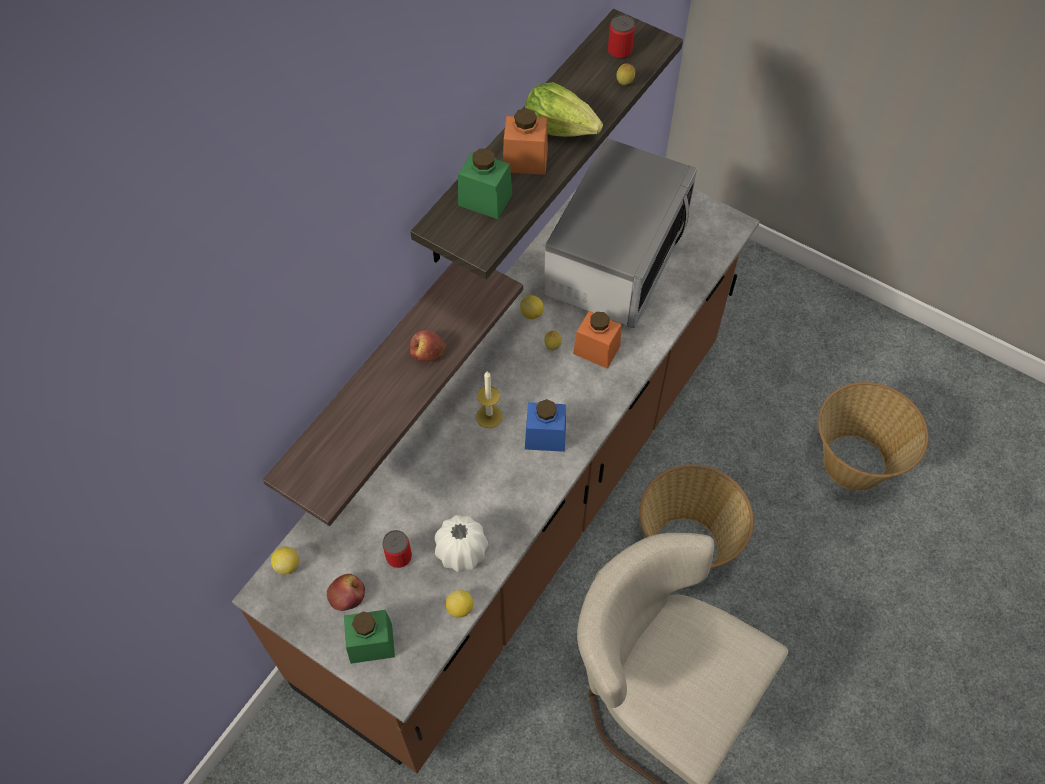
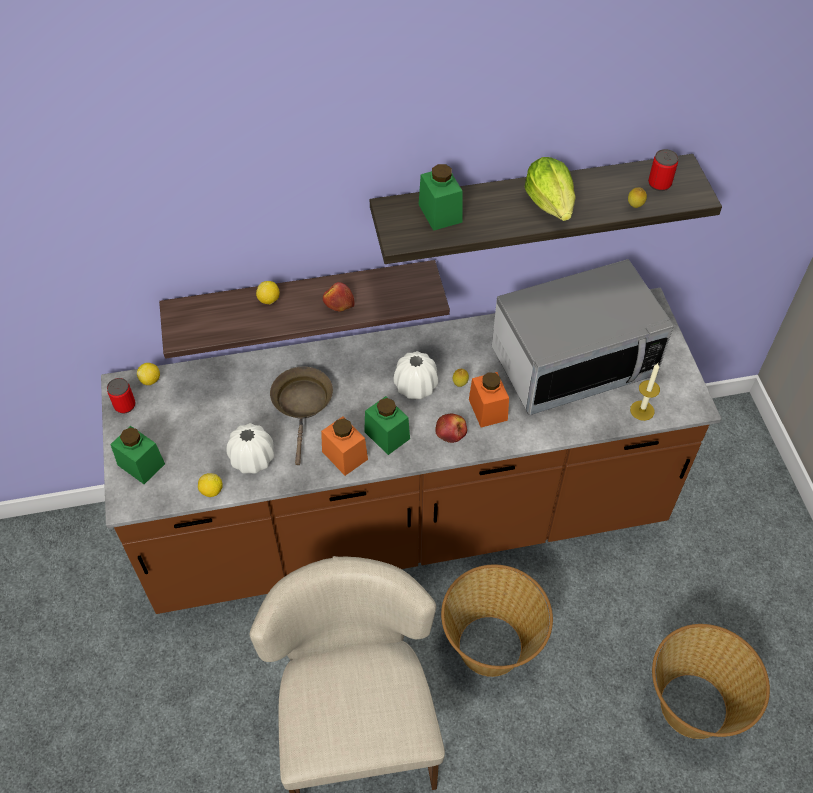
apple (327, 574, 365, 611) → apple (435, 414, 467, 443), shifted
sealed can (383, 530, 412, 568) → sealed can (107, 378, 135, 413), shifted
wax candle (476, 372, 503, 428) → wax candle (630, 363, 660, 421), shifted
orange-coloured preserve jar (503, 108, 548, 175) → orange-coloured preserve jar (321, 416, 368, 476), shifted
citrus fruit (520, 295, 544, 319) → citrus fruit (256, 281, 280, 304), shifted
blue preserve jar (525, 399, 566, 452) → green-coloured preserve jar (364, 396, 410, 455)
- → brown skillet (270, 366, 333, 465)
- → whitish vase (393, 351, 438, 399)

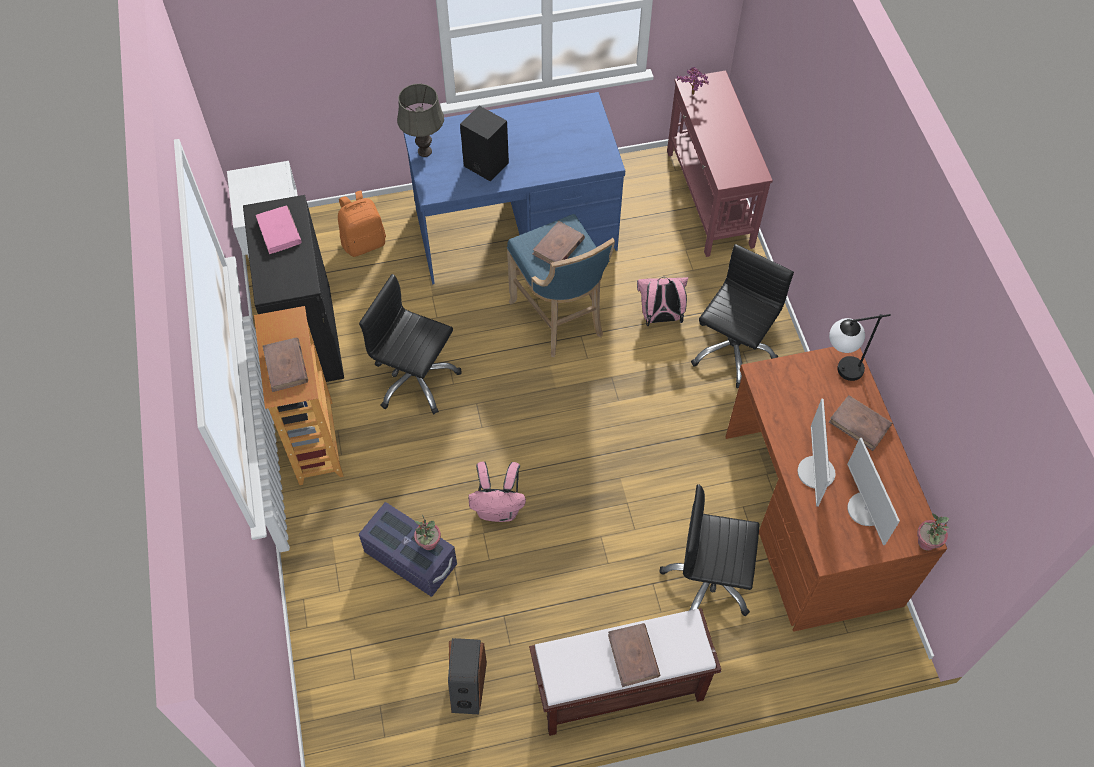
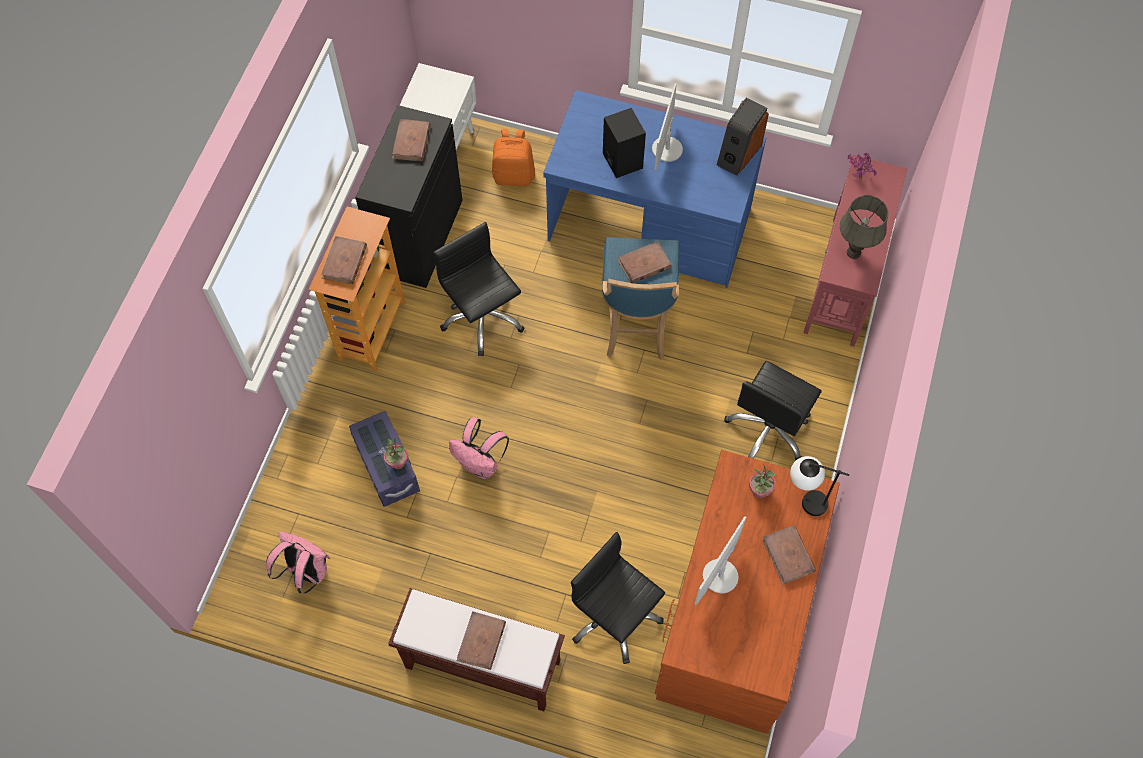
pinkish book (256, 206, 302, 254) → brown book (392, 119, 431, 161)
grey tabletop lamp (397, 84, 444, 157) → grey tabletop lamp (839, 195, 888, 259), shifted
speaker (448, 638, 487, 714) → speaker (717, 97, 769, 176), shifted
pinkish rucksack (637, 277, 688, 326) → pinkish rucksack (266, 532, 330, 594), shifted
black-coloured desk chair (691, 244, 794, 388) → black-coloured desk chair (724, 361, 822, 460), 150 degrees clockwise
computer screen (847, 438, 900, 545) → computer screen (652, 83, 683, 171), shifted
plant in a pot (917, 513, 949, 551) → plant in a pot (749, 464, 776, 498), shifted

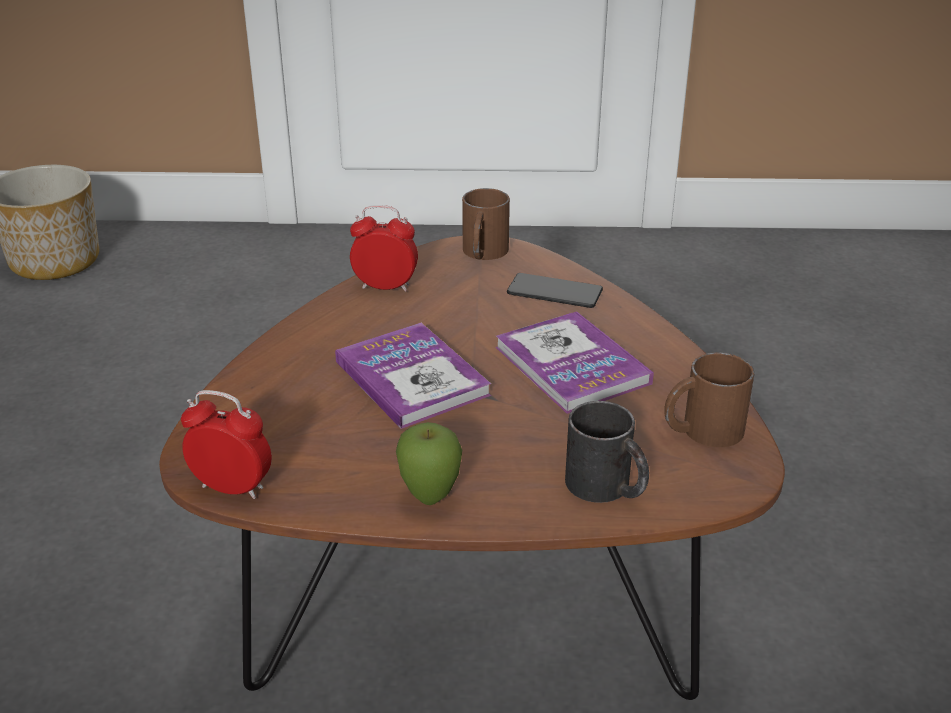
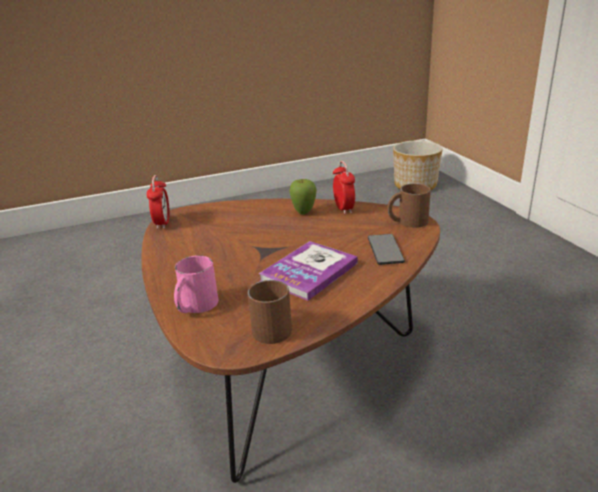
book (335, 323, 491, 429) → -
apple (396, 422, 462, 505) → apple (289, 179, 317, 214), shifted
black-coloured tea mug (565, 401, 649, 503) → pinkish tea mug (174, 255, 218, 313)

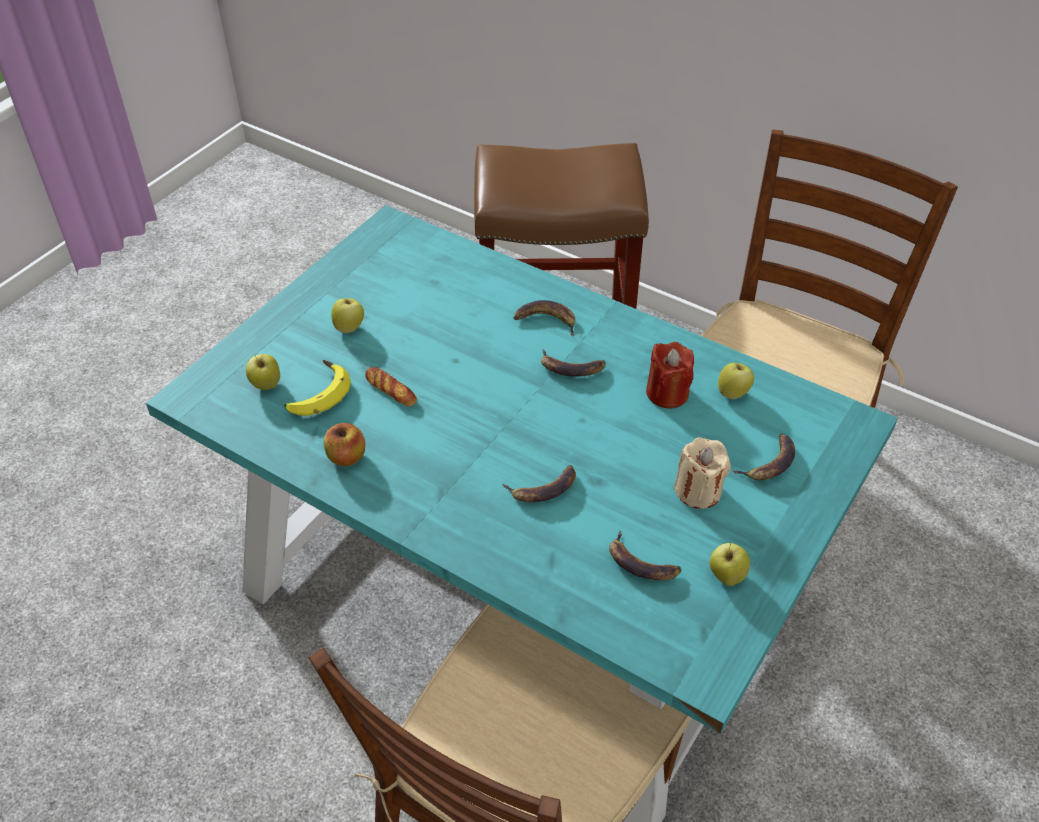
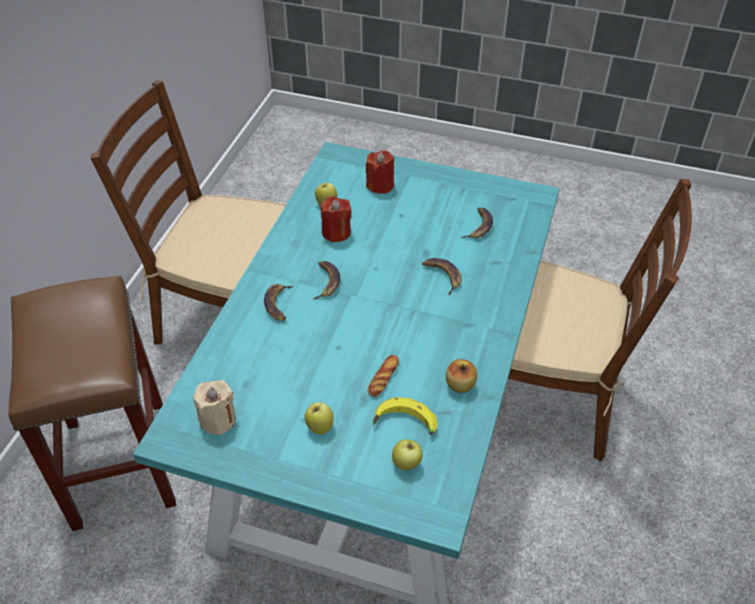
beige-coloured wax candle (674, 437, 731, 509) → beige-coloured wax candle (193, 380, 236, 435), shifted
apple (710, 543, 750, 586) → -
banana (733, 434, 795, 480) → reddish wax candle (366, 150, 394, 194)

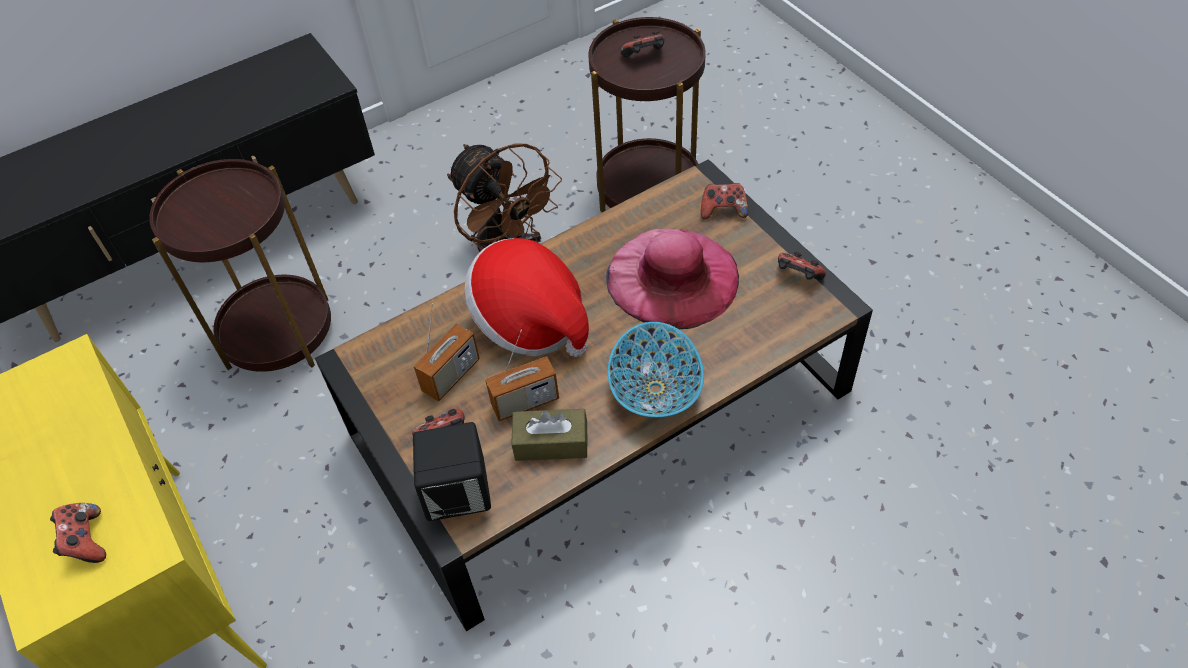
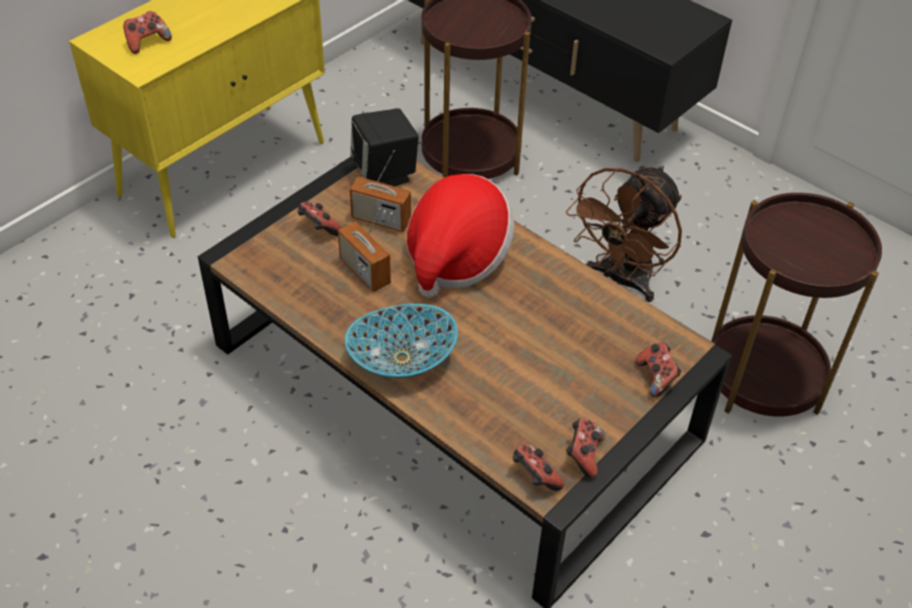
black-coloured speaker (413, 422, 491, 521) → black-coloured speaker (350, 108, 419, 186), shifted
brown tissue box (511, 409, 588, 461) → -
pinkish wearable hat (606, 228, 739, 330) → -
joypad (620, 31, 665, 57) → joypad (513, 444, 564, 491), shifted

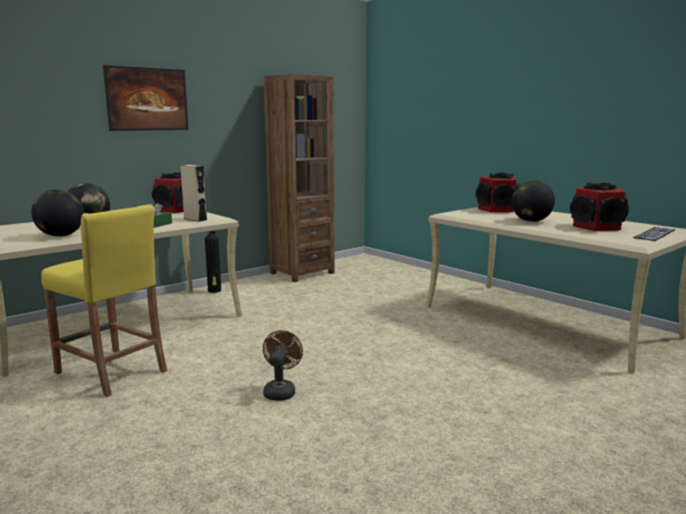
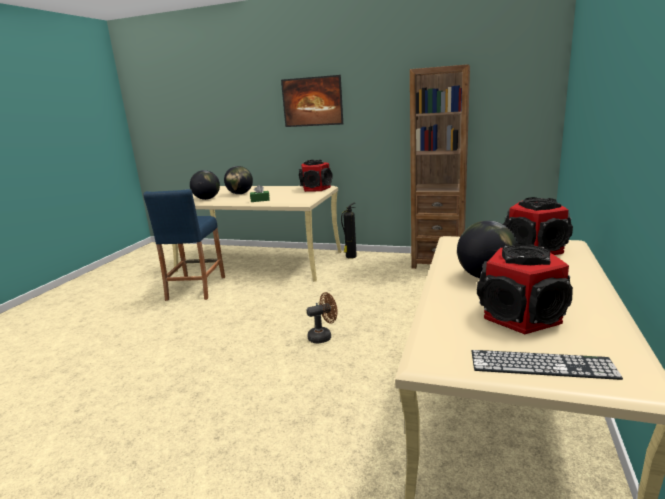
yellow stool (41, 204, 167, 397) → blue stool (143, 189, 225, 301)
beige-coloured speaker (180, 165, 207, 222) → -
brown electric fan (263, 330, 303, 401) → brown electric fan (307, 292, 338, 343), shifted

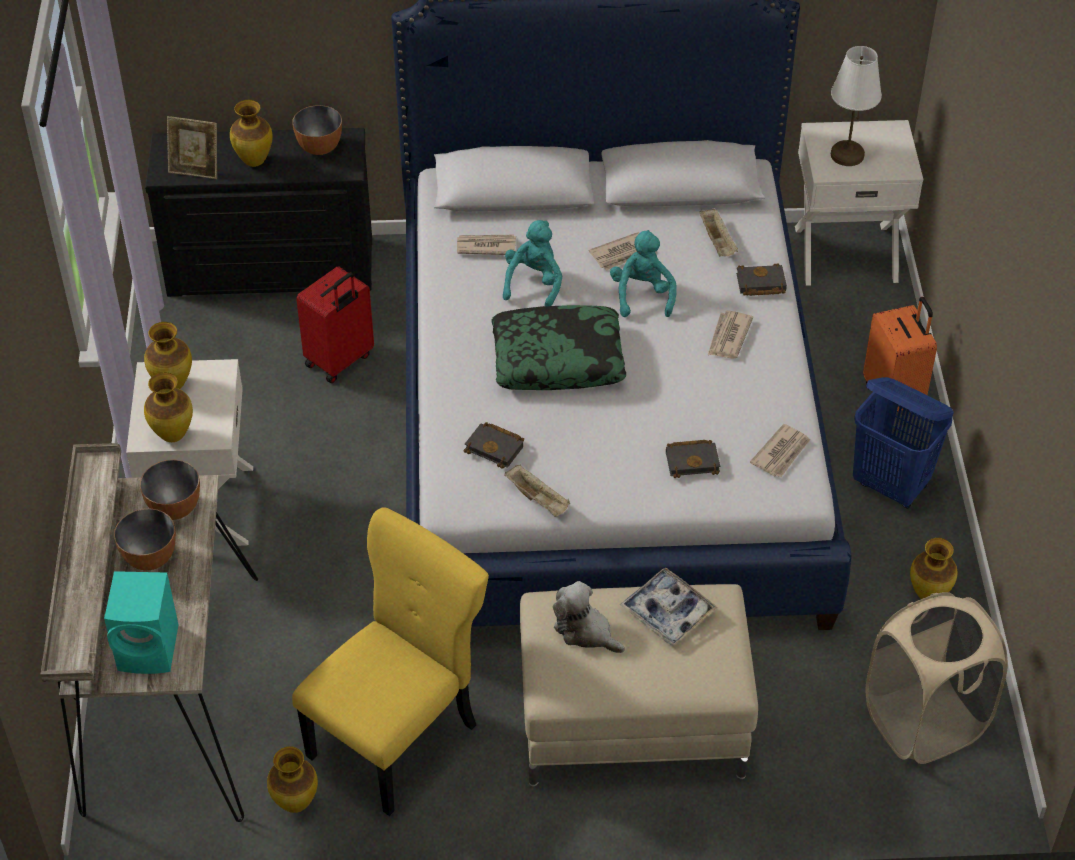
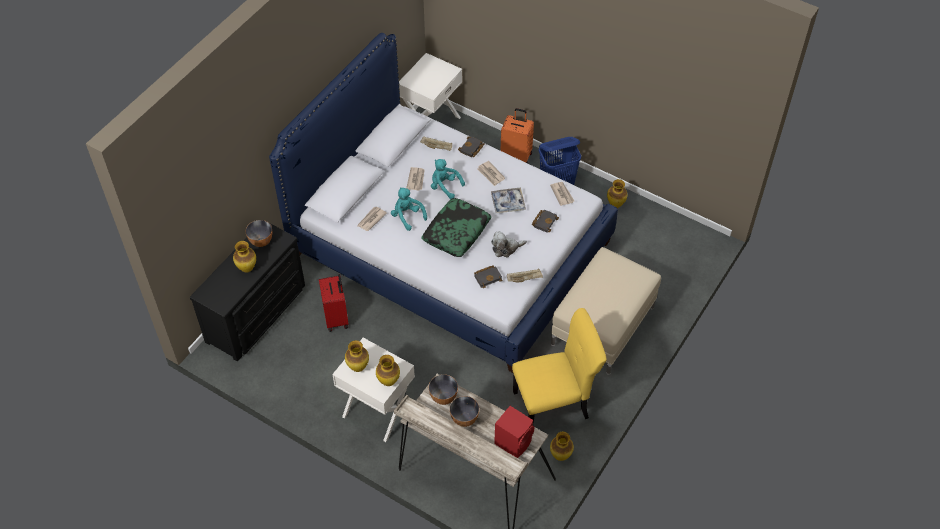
turquoise speaker (104, 571, 179, 674) → reddish speaker (494, 406, 534, 458)
standing frame (167, 116, 217, 179) → -
yellow upright chair (292, 507, 489, 816) → yellow upright chair (512, 308, 607, 424), 90 degrees clockwise
cuddly toy (553, 581, 625, 653) → cuddly toy (491, 231, 527, 257), shifted
serving tray (620, 567, 718, 645) → serving tray (491, 188, 526, 213), shifted
whitish tabletop lamp (831, 46, 882, 166) → -
beige-coloured hamper (865, 592, 1008, 764) → -

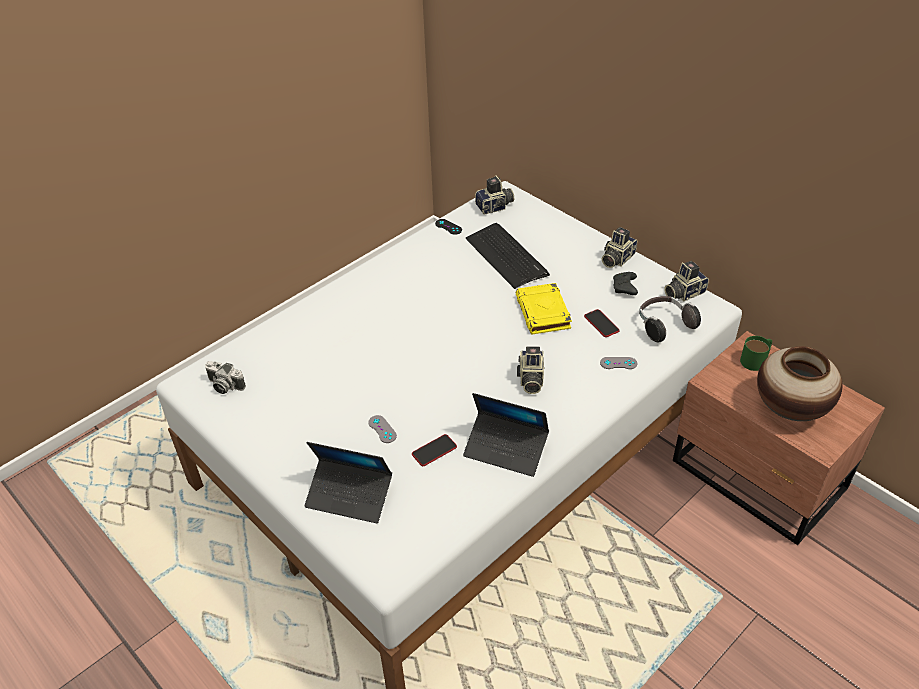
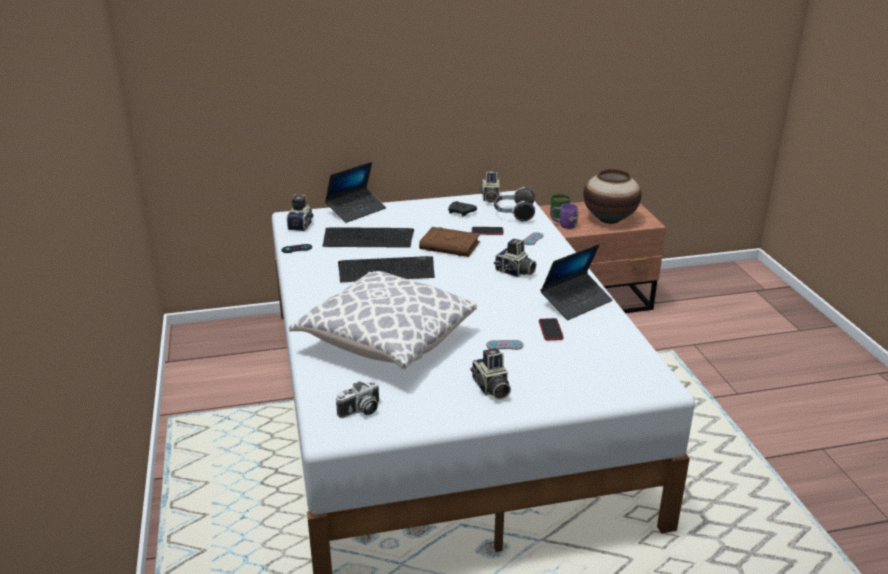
laptop (305, 442, 392, 523) → laptop (325, 162, 386, 223), shifted
yellow book (516, 283, 572, 334) → brown book (419, 227, 480, 257)
photo camera (602, 227, 637, 268) → photo camera (470, 348, 511, 400), shifted
- → pillow (289, 271, 477, 370)
- → PC keyboard (338, 256, 435, 282)
- → purple-coloured tea mug (551, 203, 579, 229)

